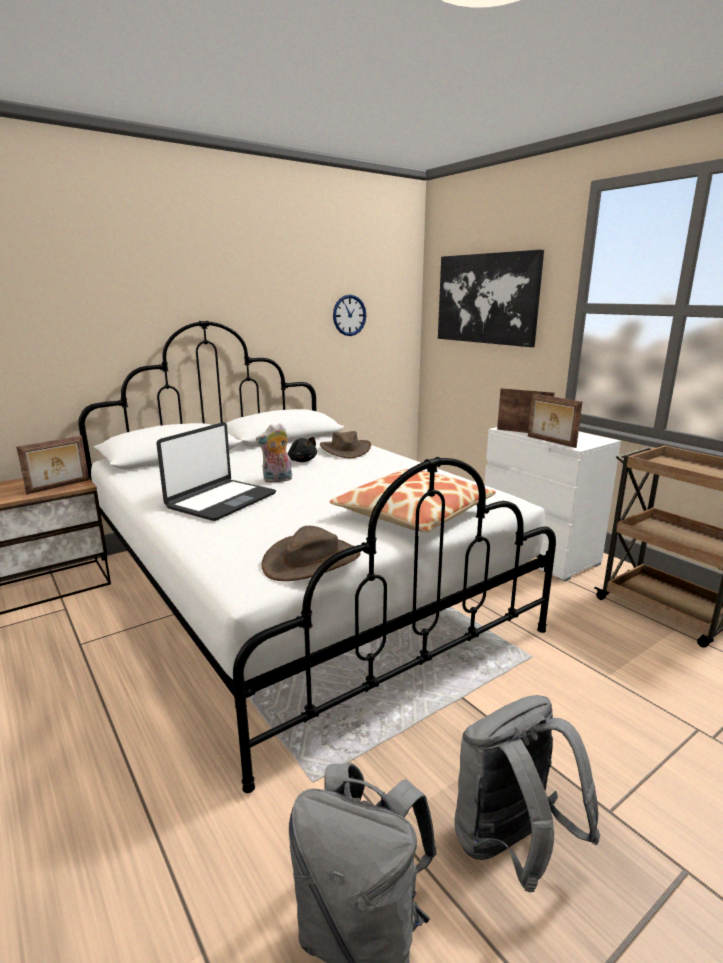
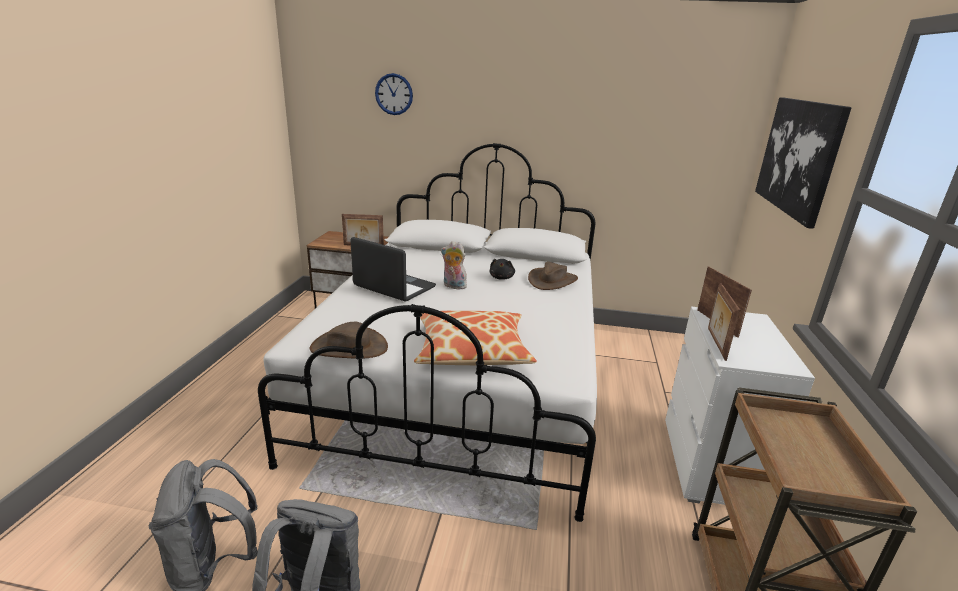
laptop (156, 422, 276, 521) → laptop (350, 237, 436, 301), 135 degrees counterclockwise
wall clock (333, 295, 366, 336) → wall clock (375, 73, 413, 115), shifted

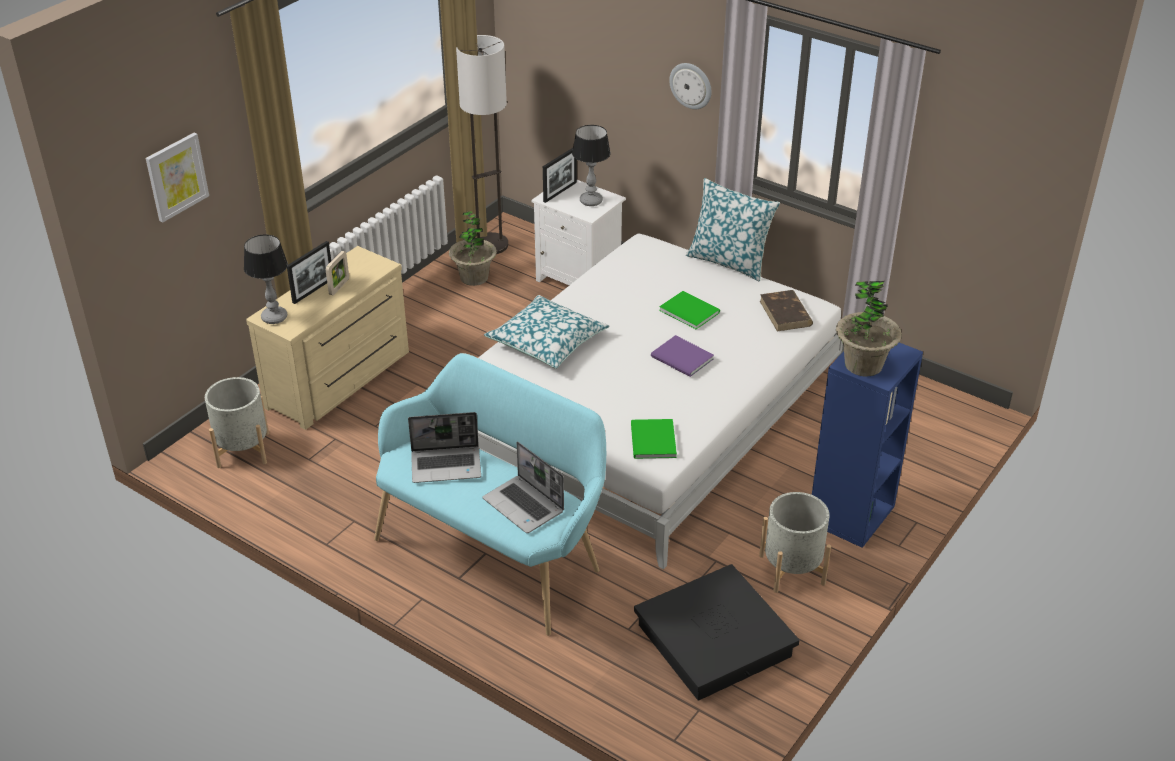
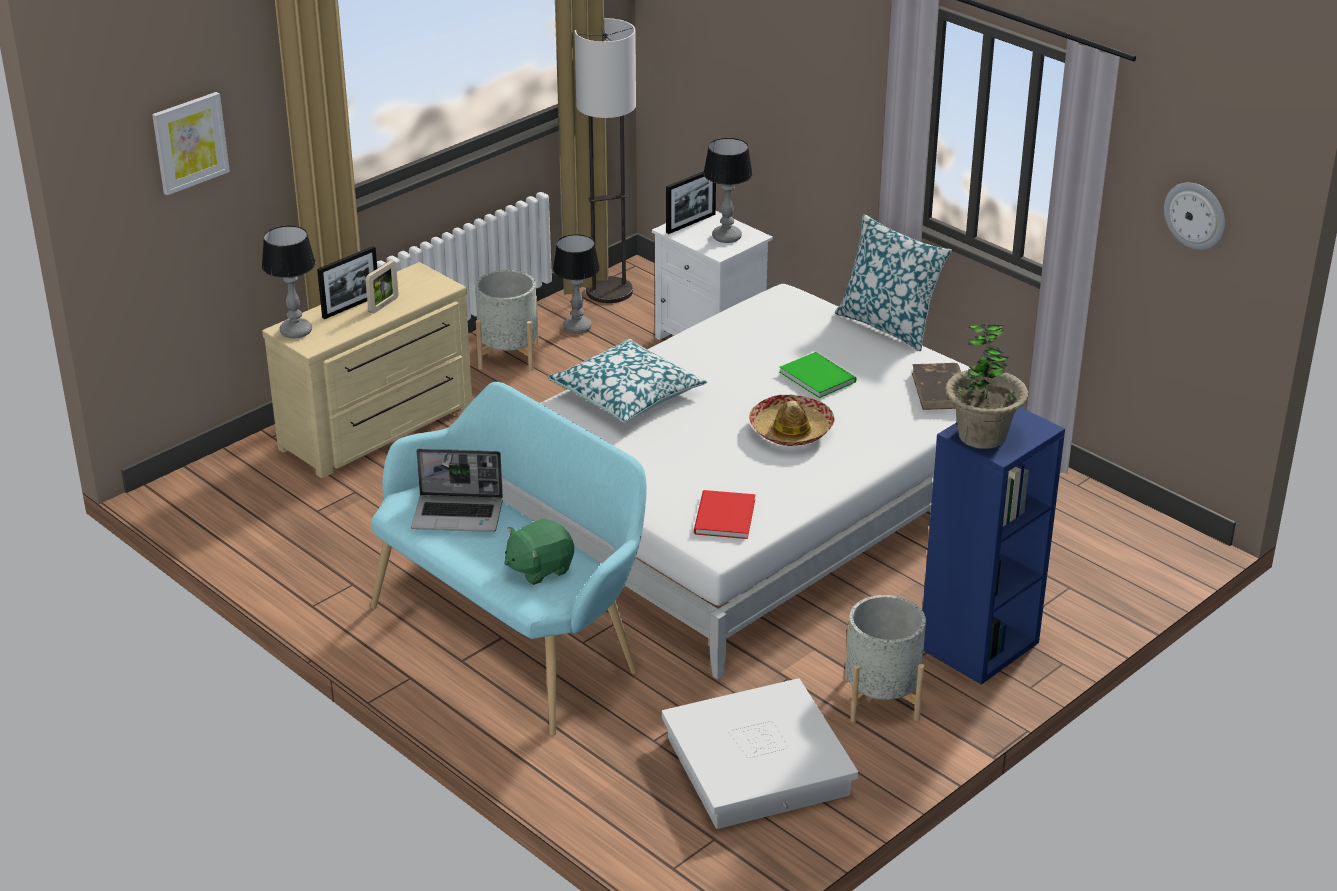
grey plant pot (205, 377, 269, 468) → grey plant pot (475, 270, 539, 371), shifted
plant in a pot (449, 211, 497, 286) → tabletop lamp (553, 234, 600, 334)
laptop (483, 441, 564, 533) → green-coloured cuddly toy (504, 518, 574, 585)
green-coloured book (631, 419, 677, 459) → reddish book (694, 490, 755, 539)
black-coloured storage box (634, 564, 799, 701) → whitish storage box (662, 678, 858, 829)
purple-coloured book (651, 335, 714, 377) → wearable hat (749, 394, 835, 446)
wall clock (669, 63, 711, 109) → wall clock (1164, 183, 1225, 250), shifted

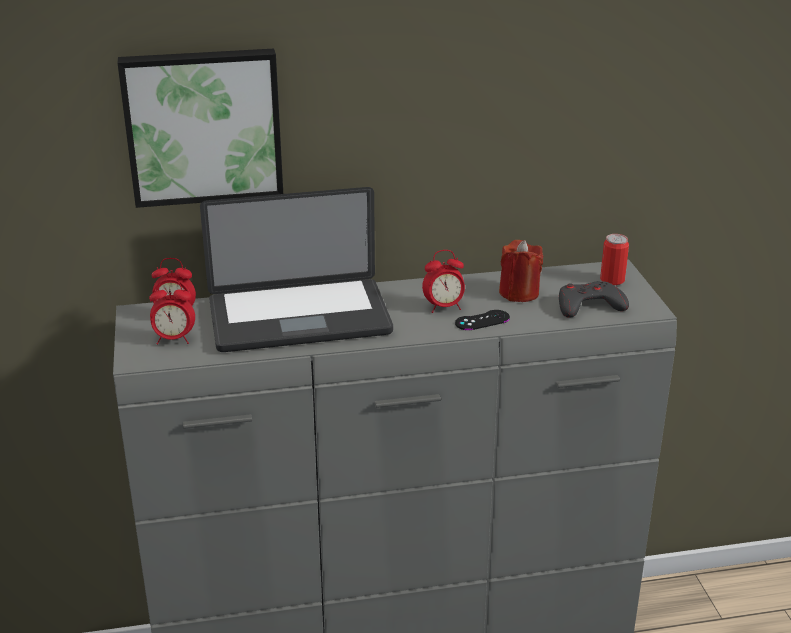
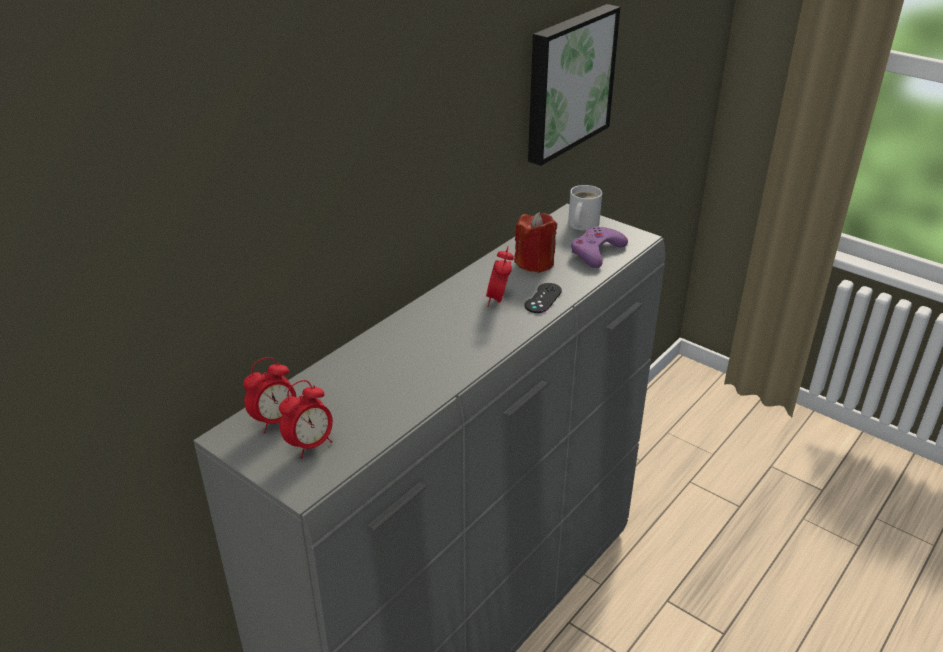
wall picture (118, 48, 283, 208) → wall picture (528, 4, 620, 166), shifted
laptop (200, 187, 393, 352) → -
table clock (422, 250, 465, 313) → table clock (486, 246, 514, 307), 150 degrees clockwise
grey joypad (559, 281, 629, 318) → purple-coloured joypad (571, 227, 628, 268)
sealed can (600, 234, 629, 285) → whitish tea mug (568, 185, 602, 231)

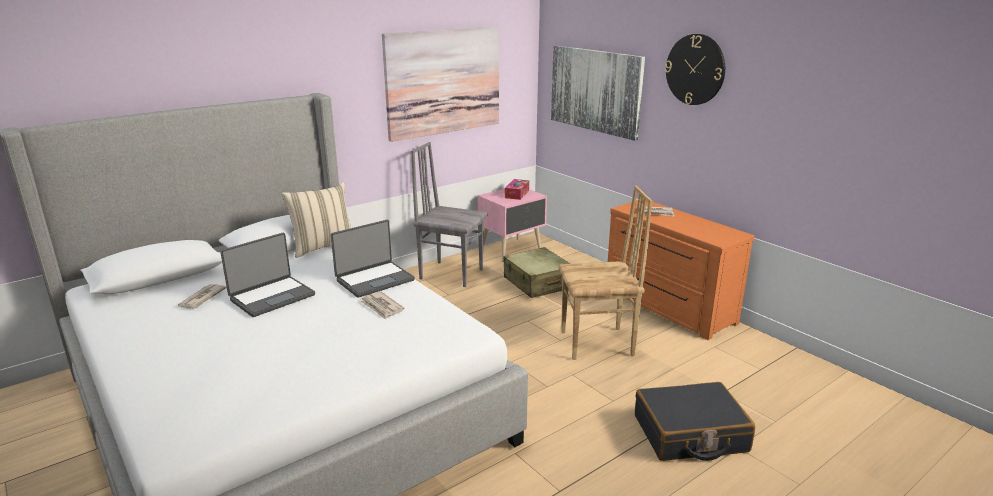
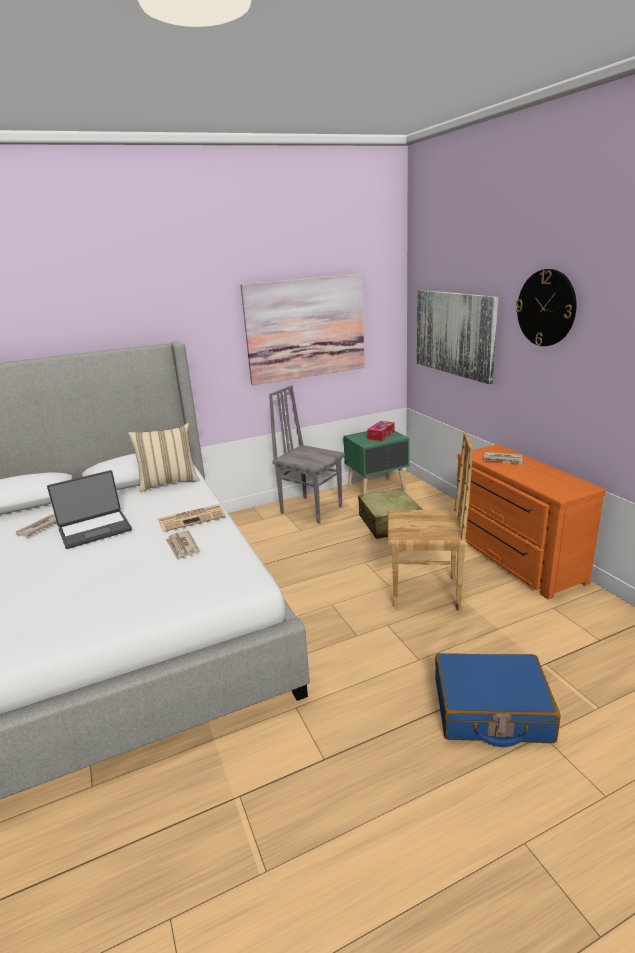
laptop (331, 220, 415, 298) → printed paper (158, 504, 226, 532)
pinkish bedside table (478, 189, 547, 262) → green-coloured bedside table (343, 431, 410, 495)
black-coloured piece of luggage (635, 382, 755, 461) → blue piece of luggage (435, 653, 561, 747)

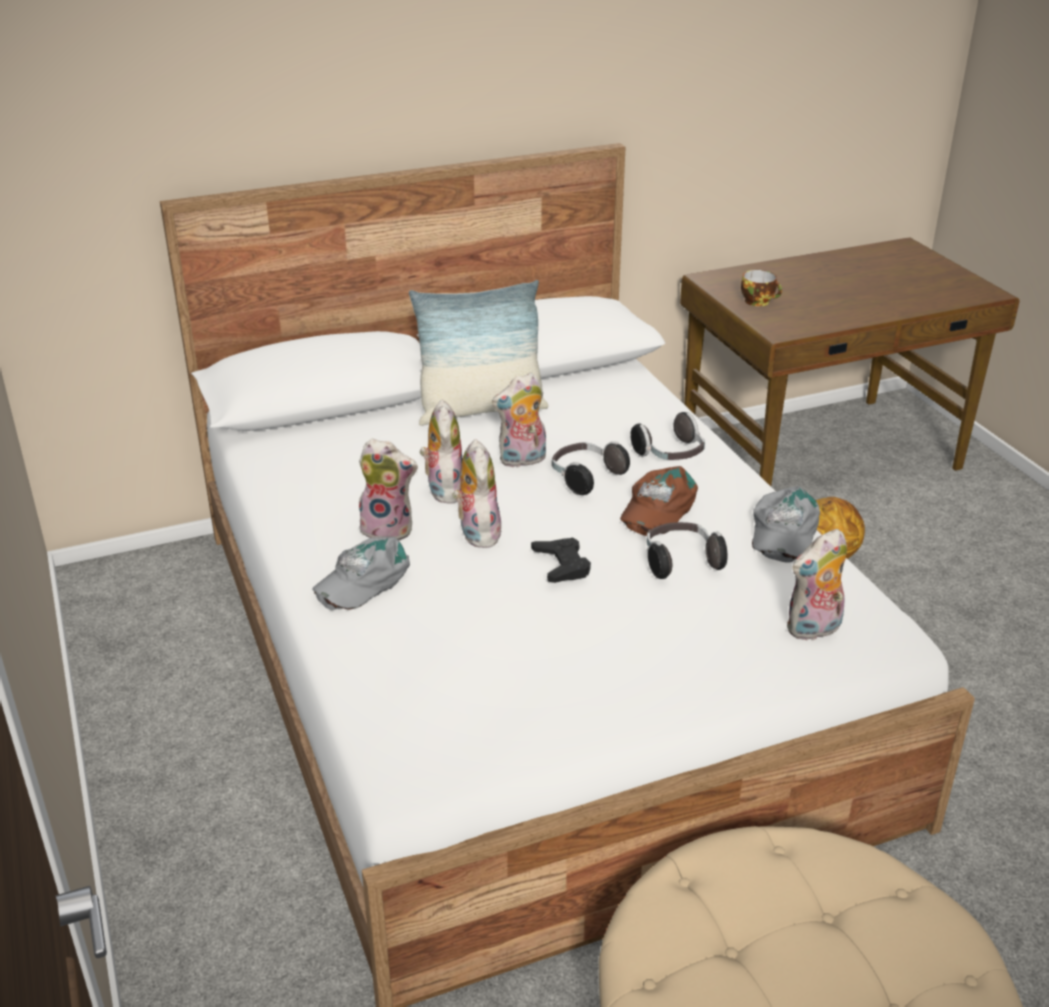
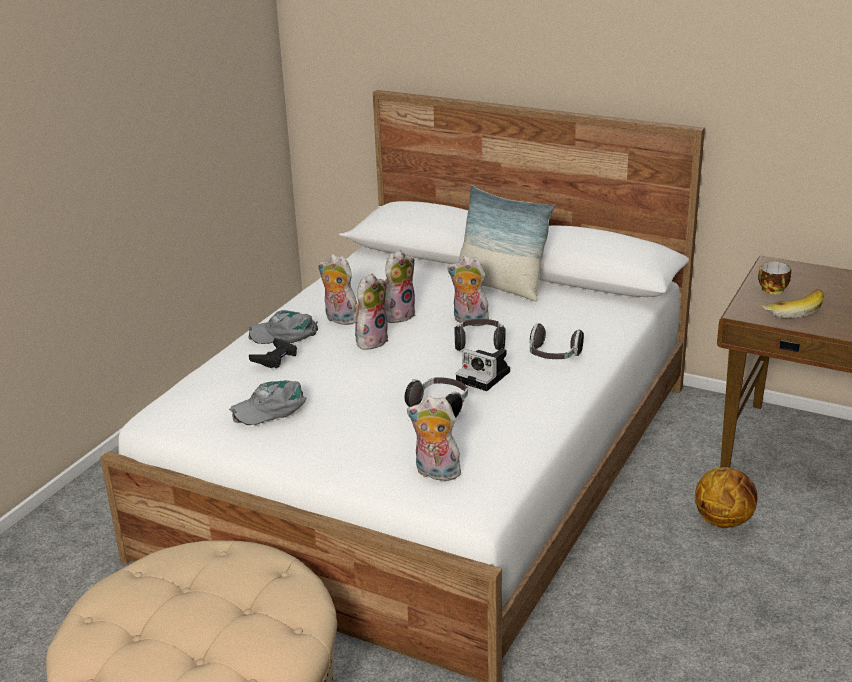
cuddly toy (357, 438, 418, 541) → cuddly toy (318, 254, 357, 325), 150 degrees clockwise
black-coloured joypad (531, 538, 591, 583) → black-coloured joypad (249, 338, 297, 368), shifted
brown baseball cap (620, 466, 698, 536) → photo camera (456, 349, 510, 391)
grey baseball cap (752, 486, 820, 563) → grey baseball cap (229, 380, 307, 425), shifted
- → banana (762, 289, 824, 319)

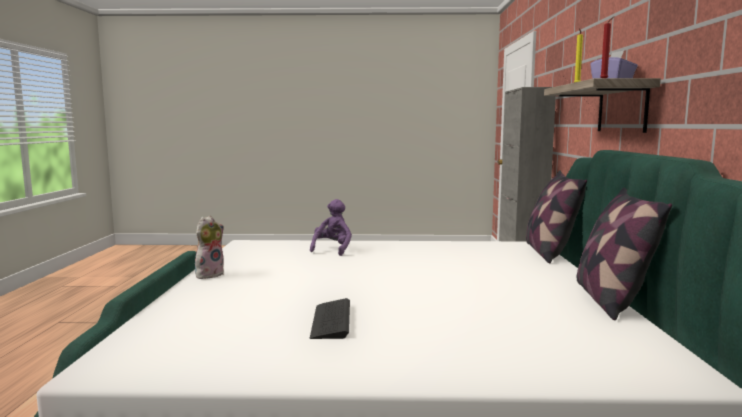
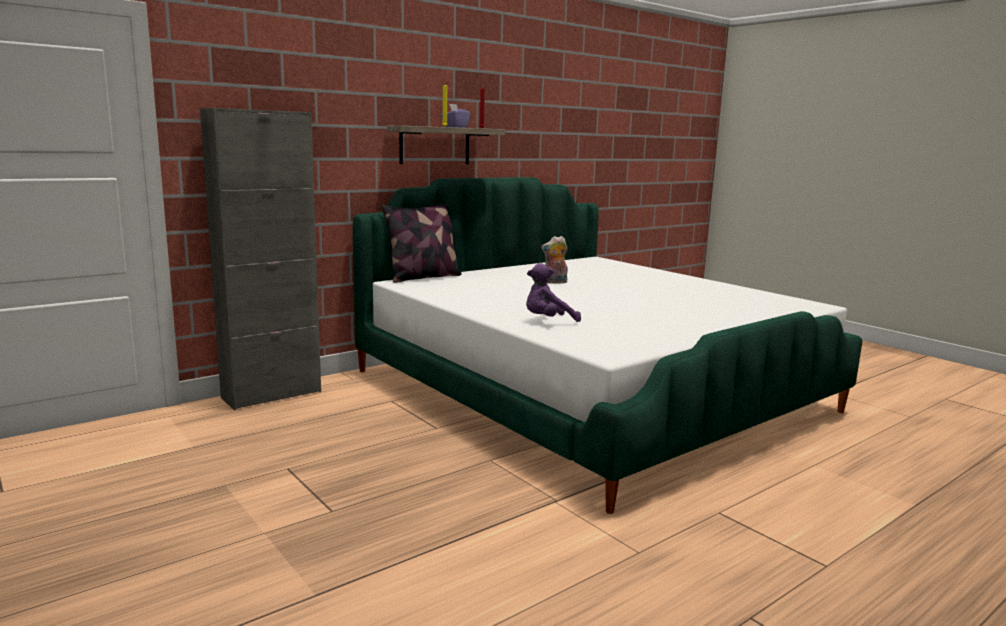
cuddly toy (195, 216, 224, 279) → cuddly toy (541, 236, 568, 283), shifted
PC keyboard (310, 298, 350, 339) → -
pillow (577, 188, 672, 320) → -

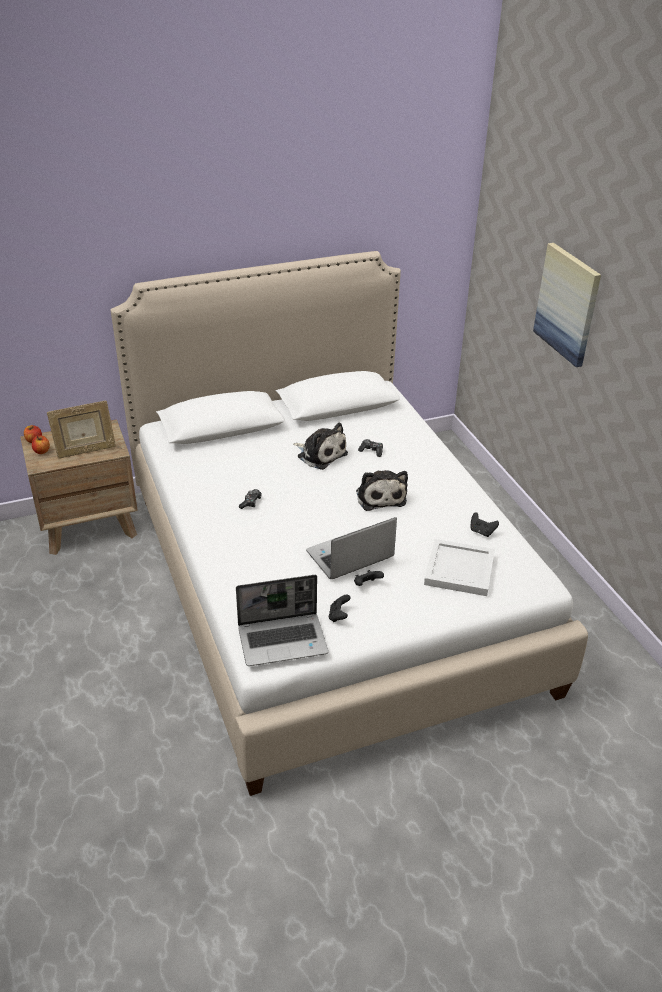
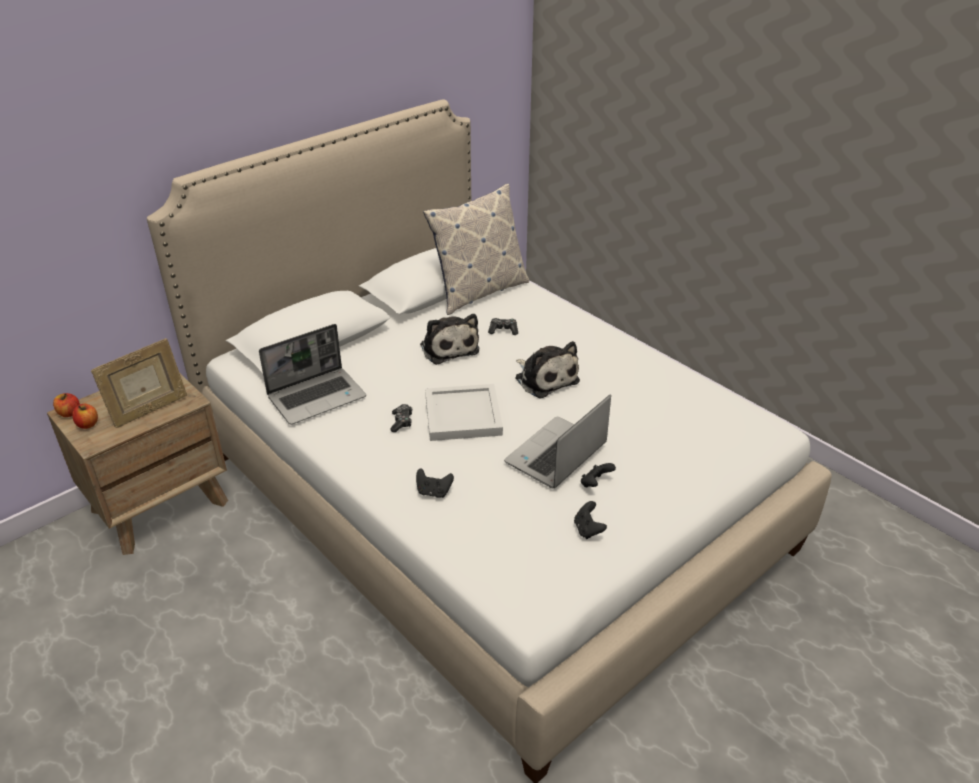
laptop (236, 575, 328, 666) → laptop (259, 324, 366, 425), shifted
cuddly toy (293, 422, 348, 470) → cuddly toy (420, 314, 479, 365), 45 degrees clockwise
whitish serving tray (424, 539, 495, 596) → whitish serving tray (425, 384, 503, 441), shifted
black-coloured joypad (470, 512, 499, 537) → black-coloured joypad (416, 468, 454, 498), shifted
wall picture (533, 243, 601, 367) → -
- → pillow (423, 183, 529, 315)

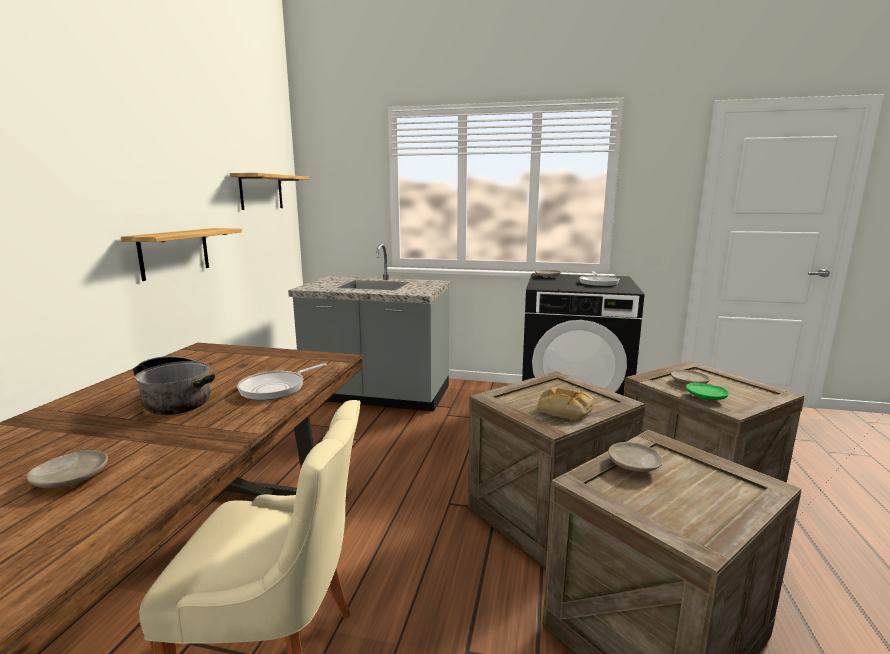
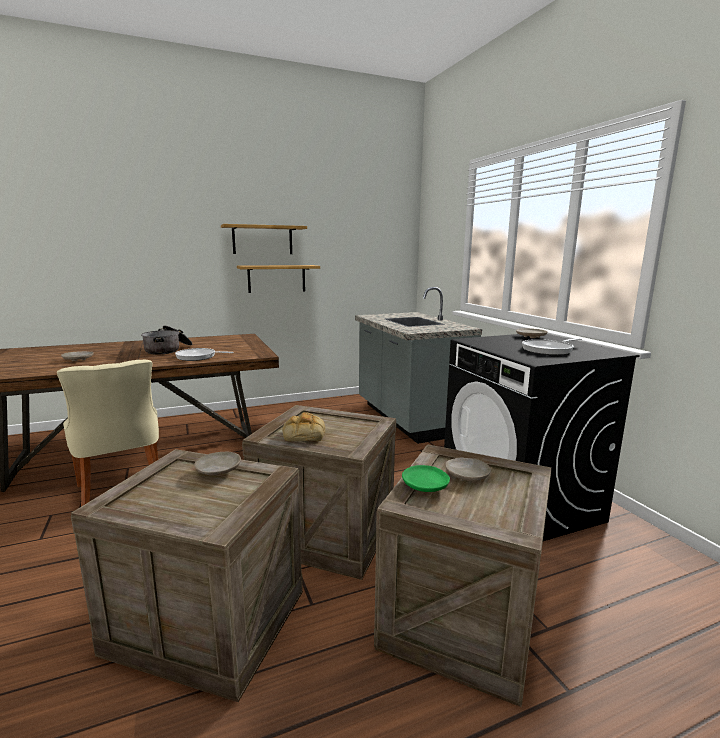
bracket shelf (230, 173, 309, 210) → bracket shelf (221, 224, 307, 254), shifted

